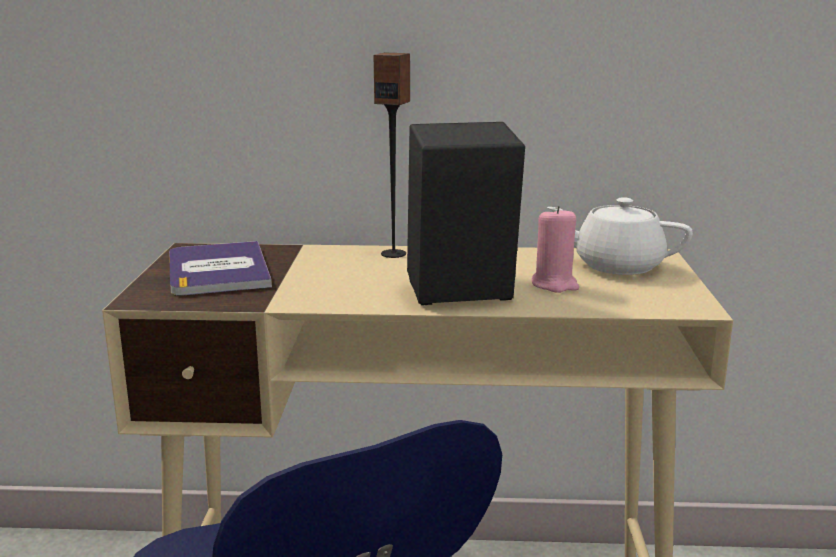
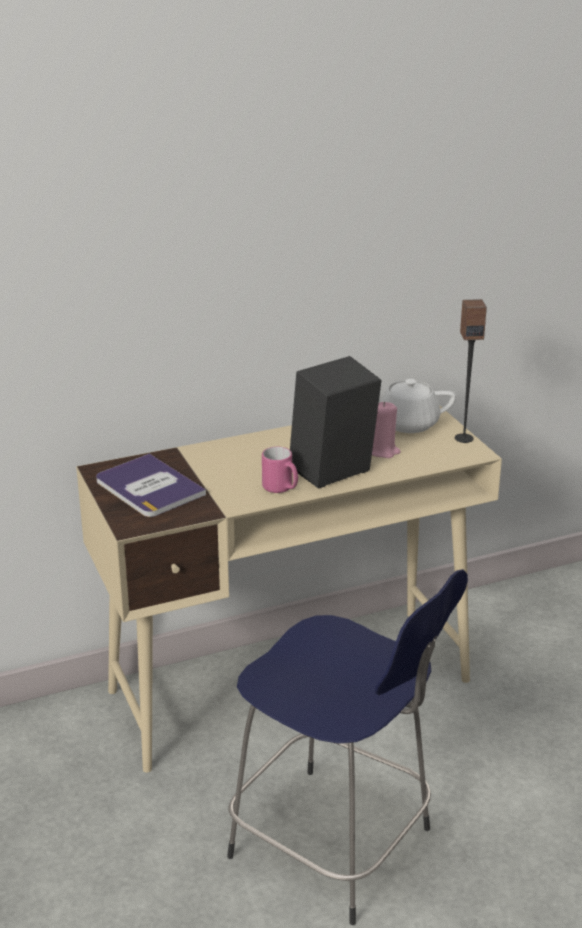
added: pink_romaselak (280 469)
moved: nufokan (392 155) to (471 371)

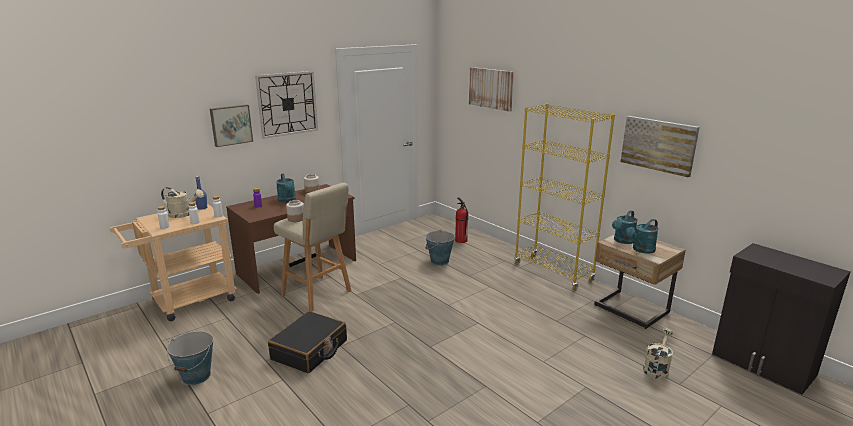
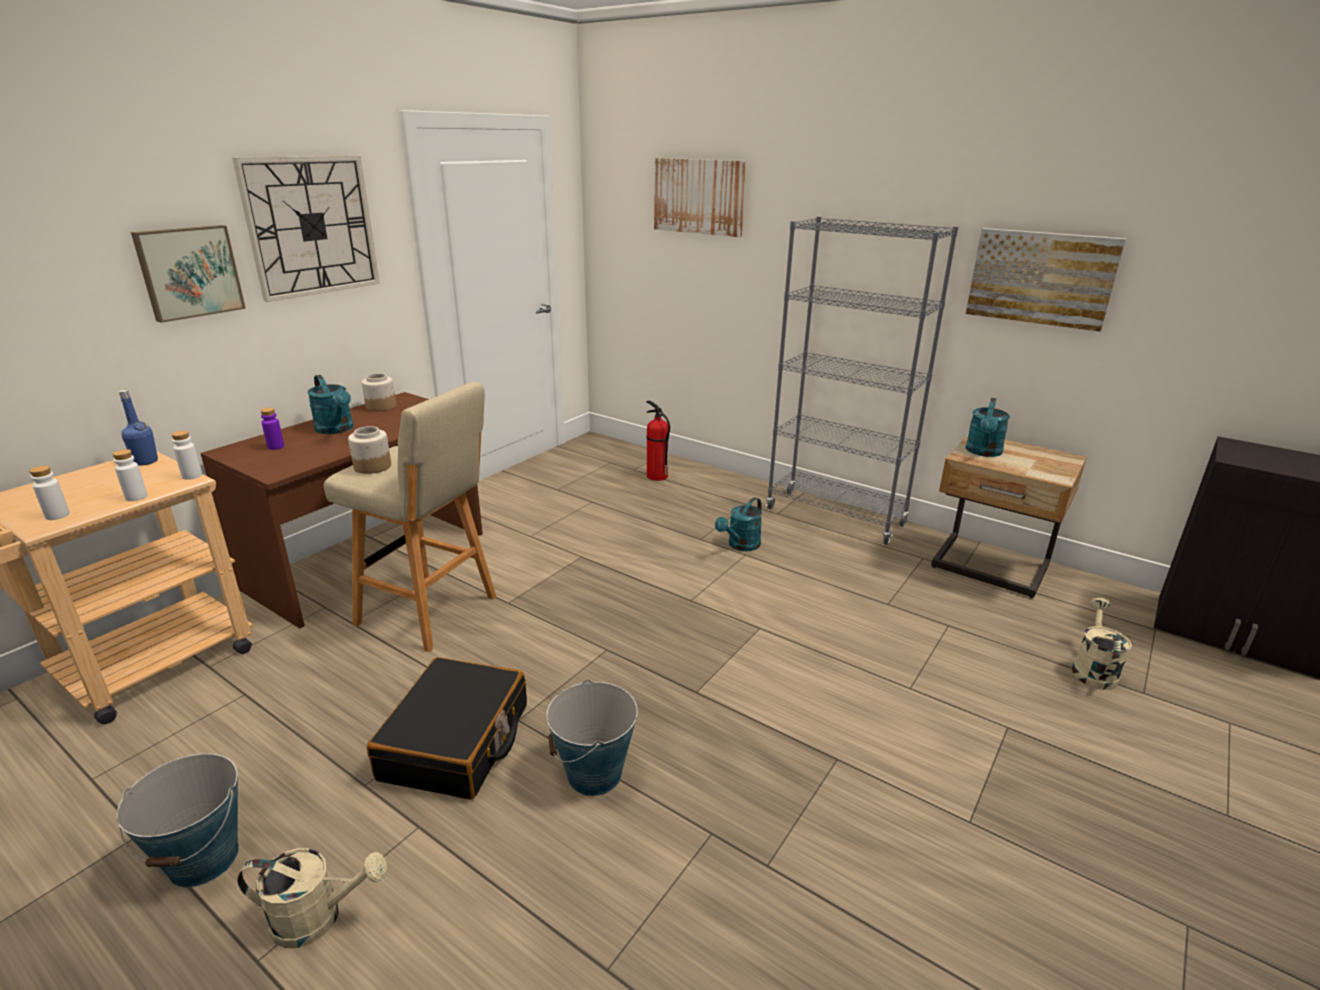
moved: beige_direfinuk (182 202) to (312 898); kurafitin (440 247) to (592 737); turquoise_direfinuk (642 236) to (738 524)
recoloured: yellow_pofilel (564 197) to grey_pofilel (862 380)

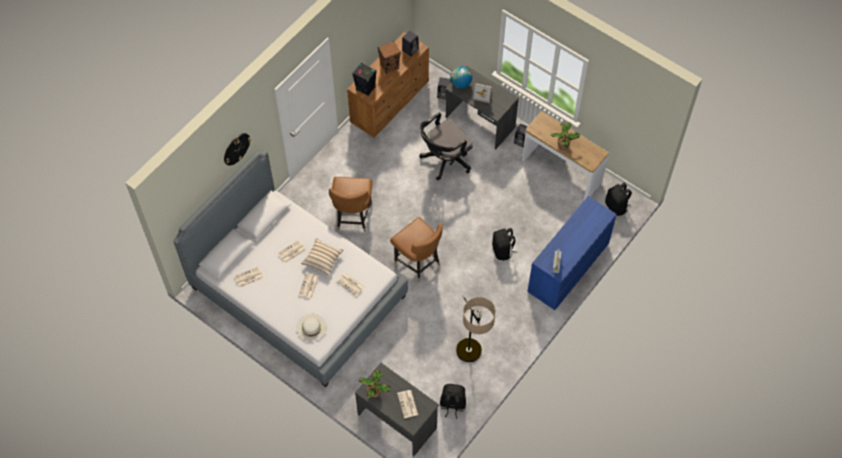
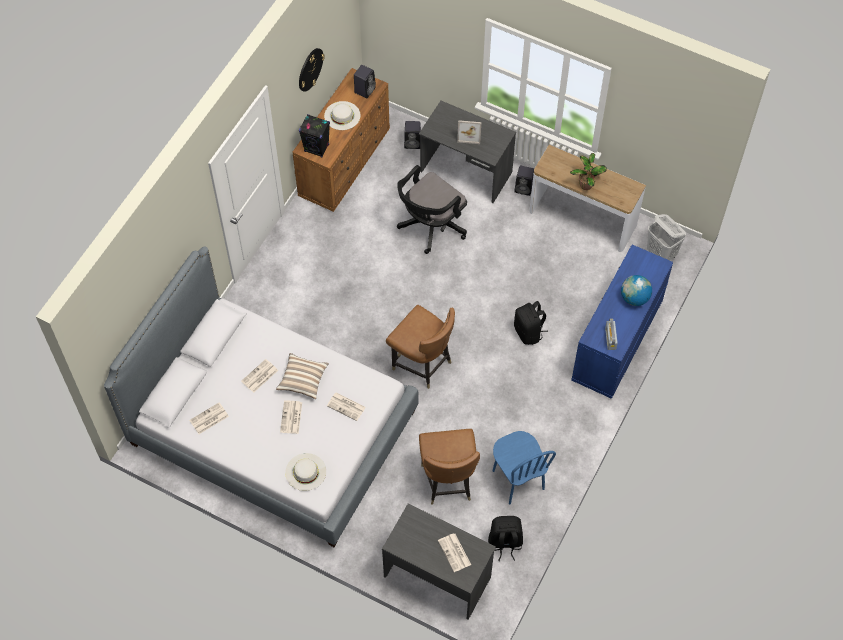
removed: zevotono (375 384)
moved: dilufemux (237 149) to (312 70); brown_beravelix (350 204) to (449 467); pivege (461 77) to (636 290)
replaced: brown_nufokan (389 57) to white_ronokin (342 115); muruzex (476 328) to blue_beravelix (524 468); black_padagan (618 199) to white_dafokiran (666 237)

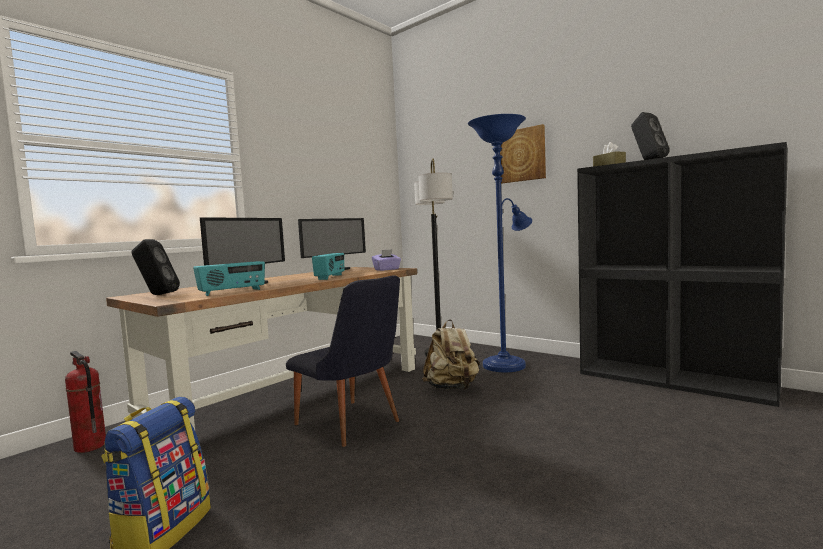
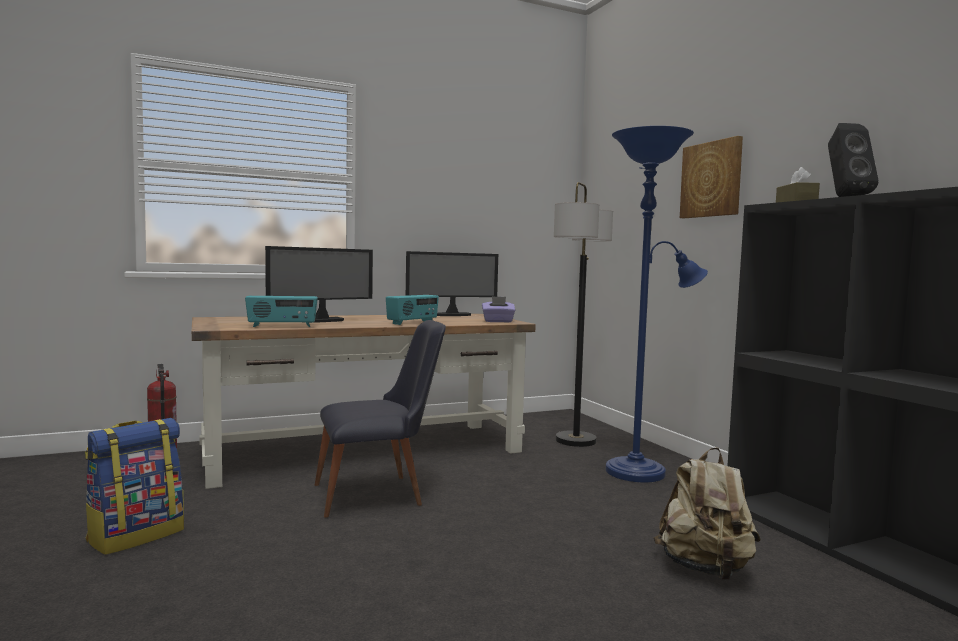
removed: black_nufokan (156 267)
moved: beige_padagan (450 355) to (707 513)
turned: black_beravelix (343 361) = (380 419) 90 degrees counterclockwise

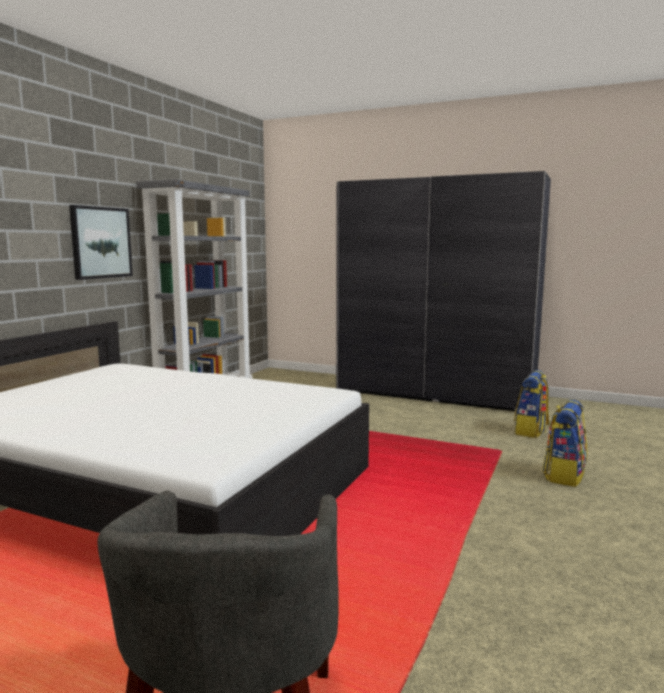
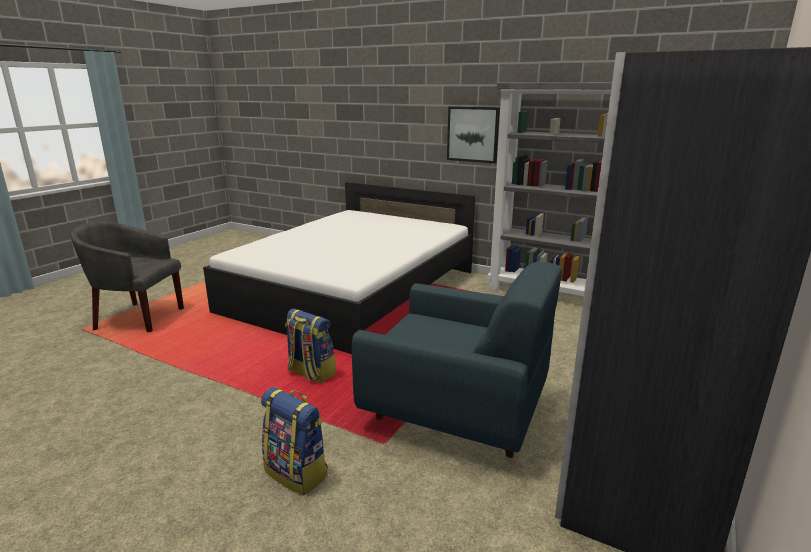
added: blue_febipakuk (457 360)
moved: padagan (531 404) to (310 346)

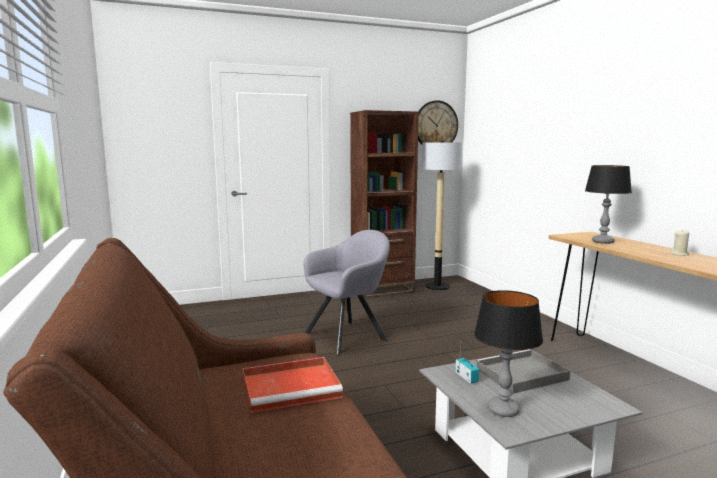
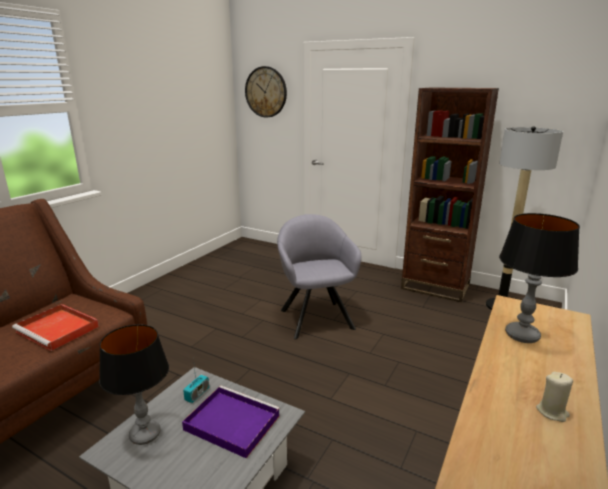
moved: dilufemux (438 122) to (266 92)
recoloured: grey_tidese (523 371) to purple_tidese (231 422)
turned: grey_febipakuk (346 292) = (319 276) 120 degrees counterclockwise

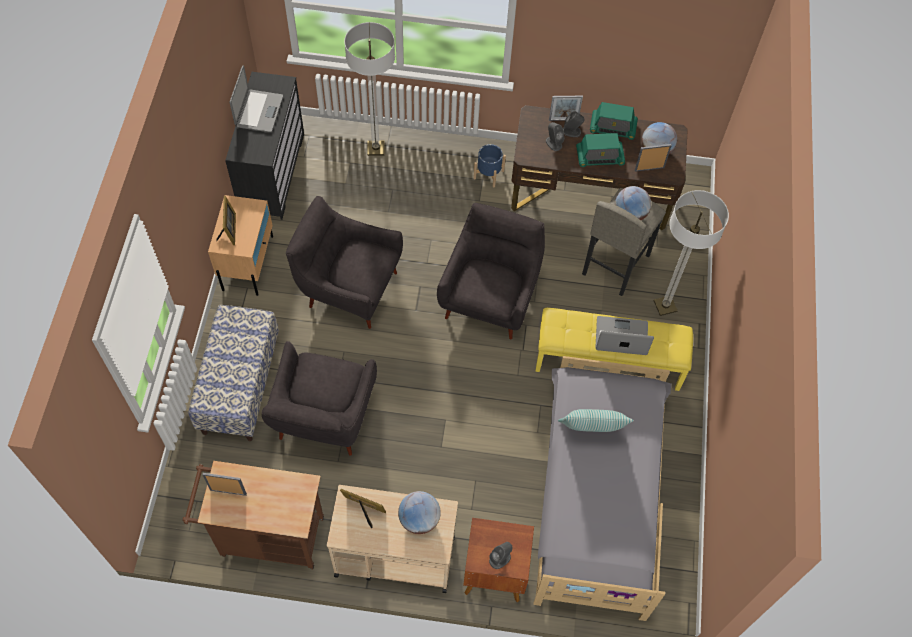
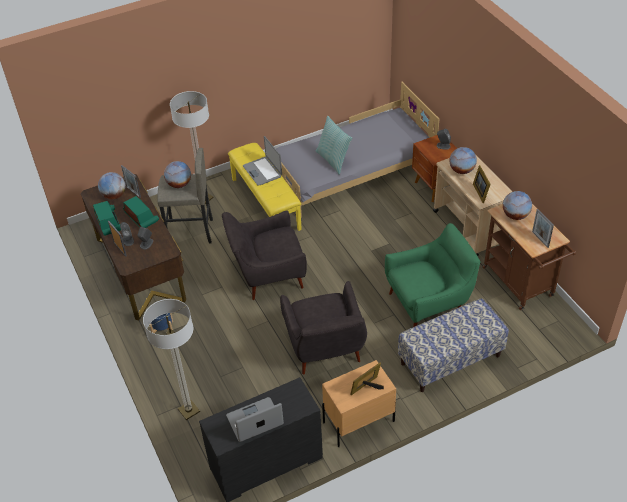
added: pivege (517 205)
recoloured: grey_febipakuk (319 398) to green_febipakuk (433 275)

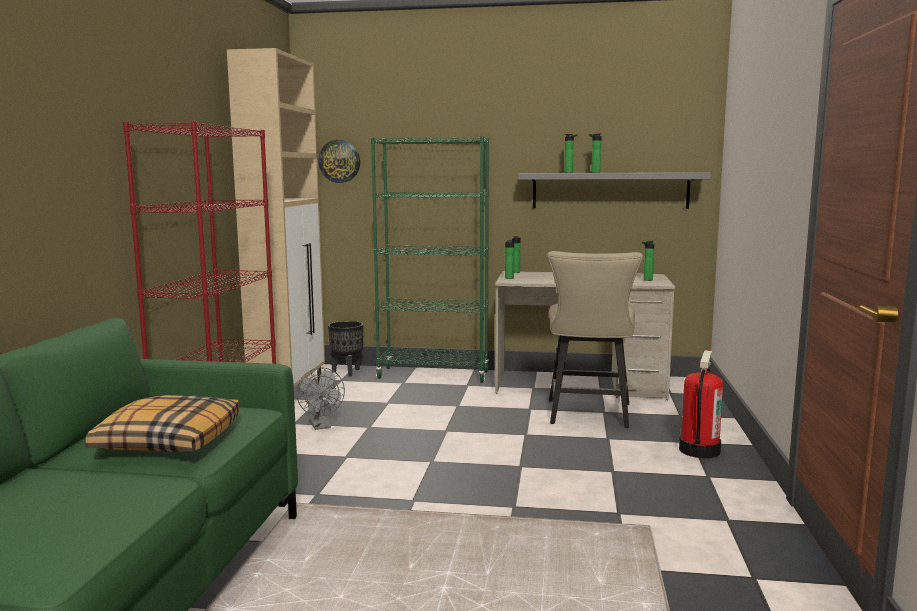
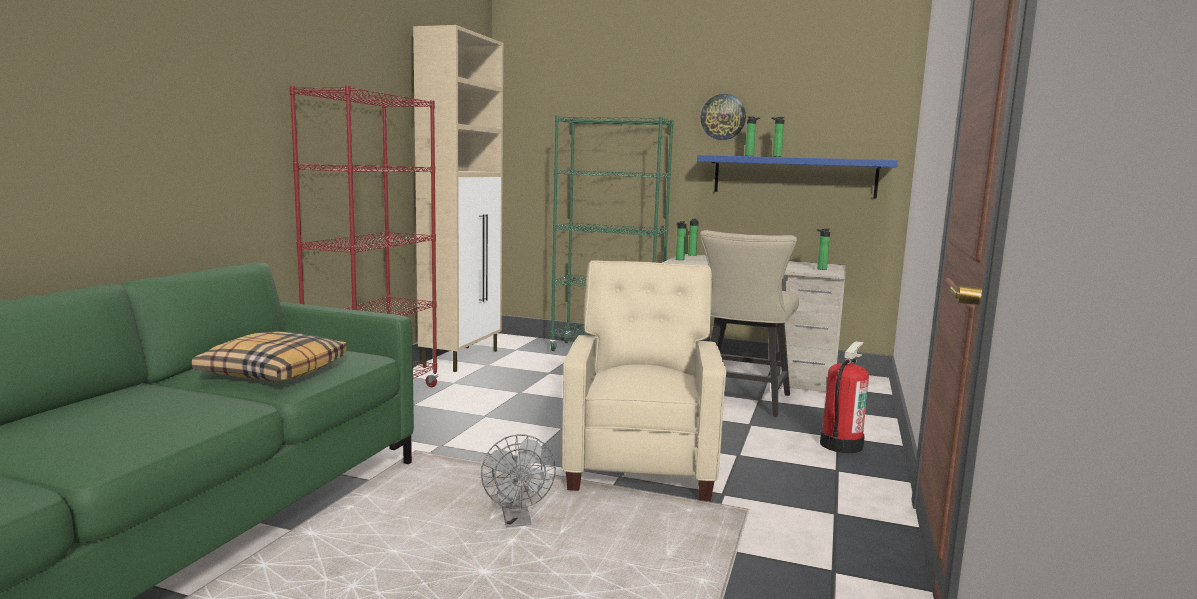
removed: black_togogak (345 349)
added: beige_febipakuk (644 380)
moved: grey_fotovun (320 399) to (518 480); dilufemux (339 161) to (723 117)
recoloured: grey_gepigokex (614 190) to blue_gepigokex (797 176)

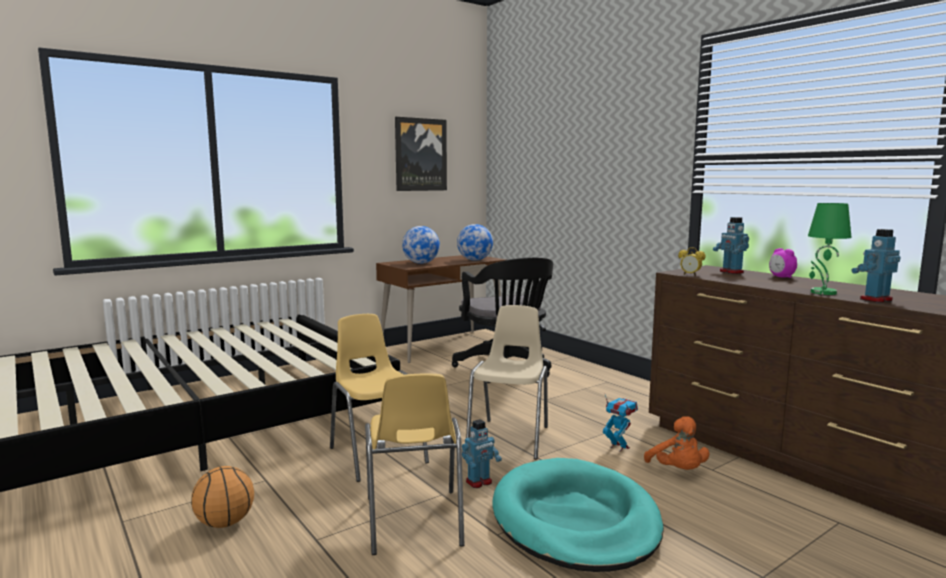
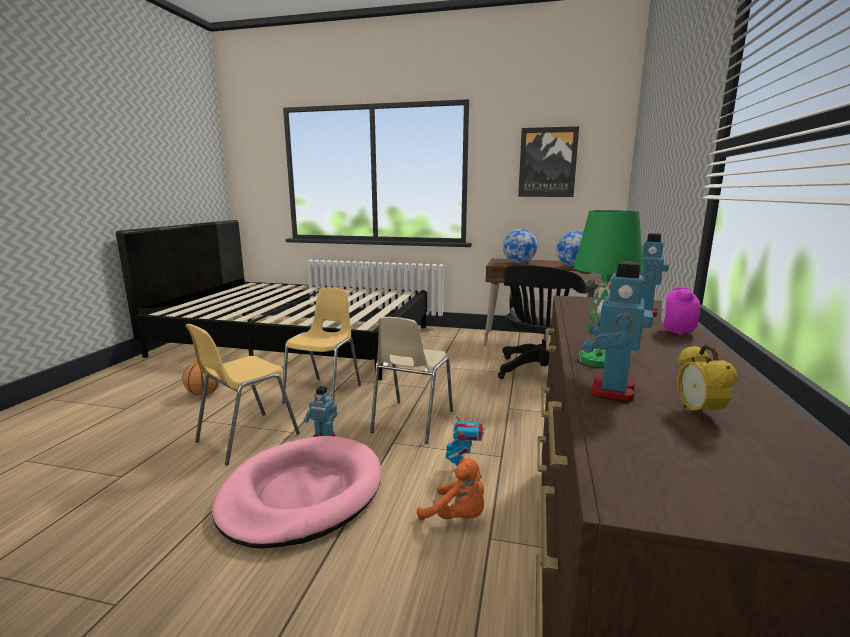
moved: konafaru (692 261) to (707 382)
recoloured: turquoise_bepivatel (578 515) to pink_bepivatel (296 492)
turned: beige_beravelix (507 382) = (411 380) 135 degrees clockwise; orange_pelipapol (676 443) = (450 489) 90 degrees counterclockwise; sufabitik (875 266) = (618 332) 90 degrees counterclockwise

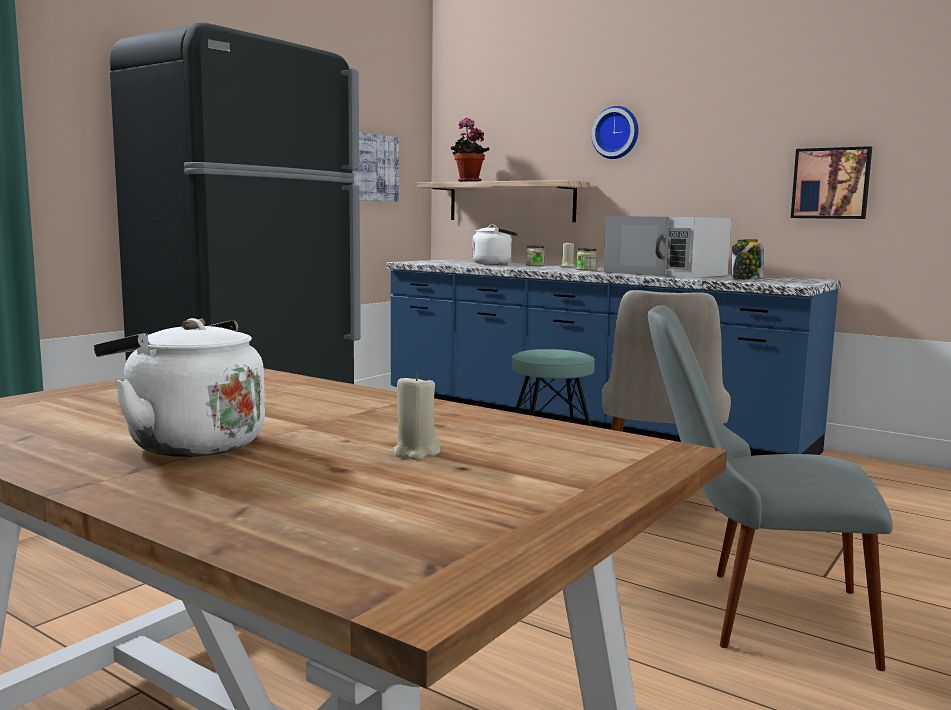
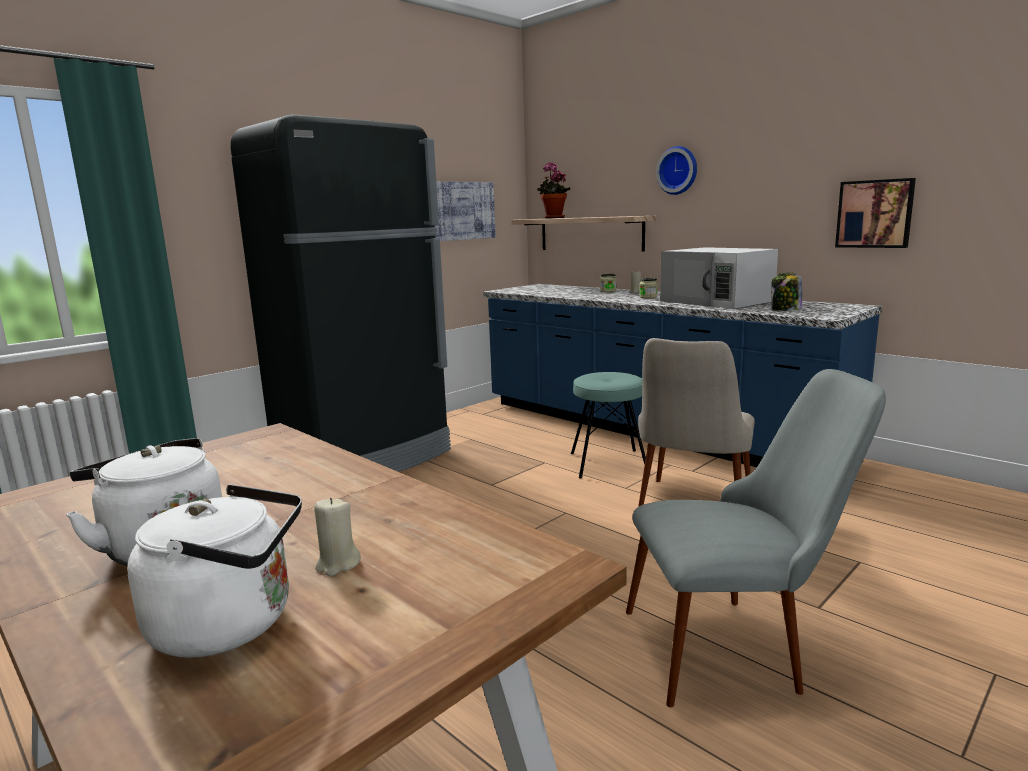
moved: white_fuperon (494 244) to (214 571)
turned: grey_beravelix (770 488) = (756 538) 150 degrees clockwise

